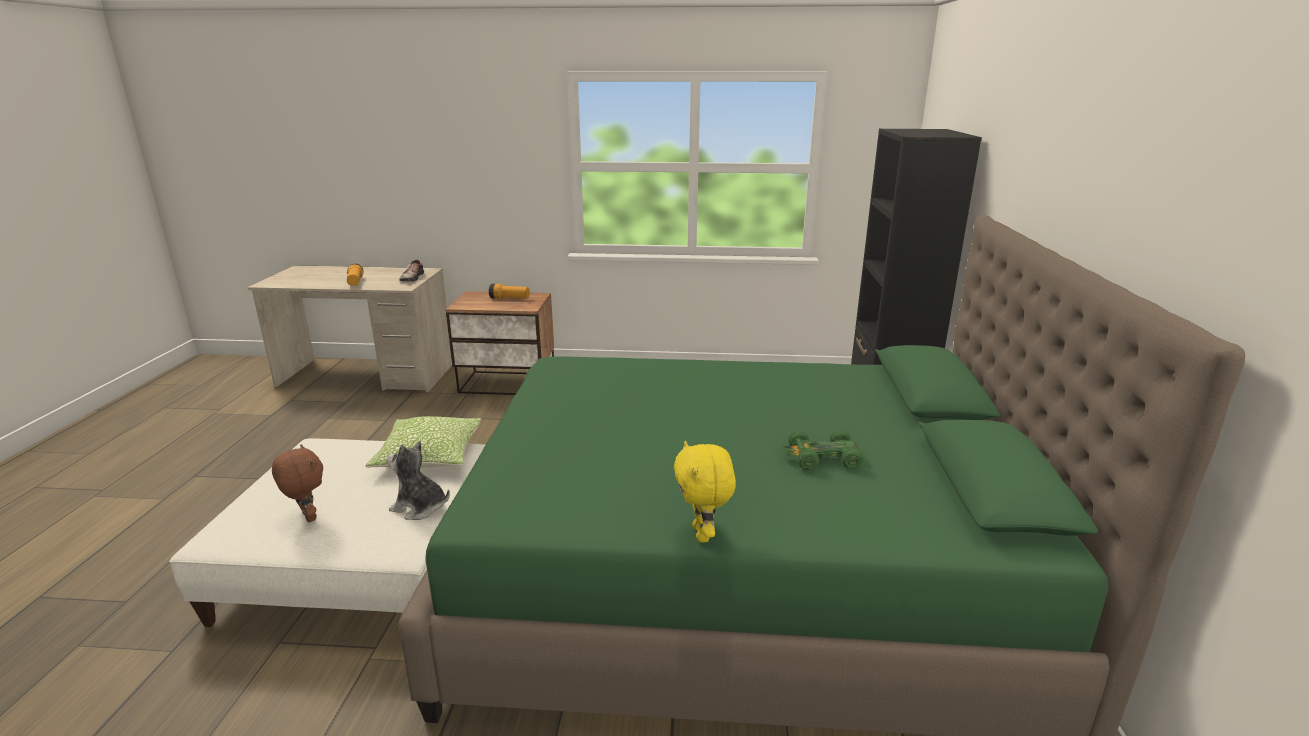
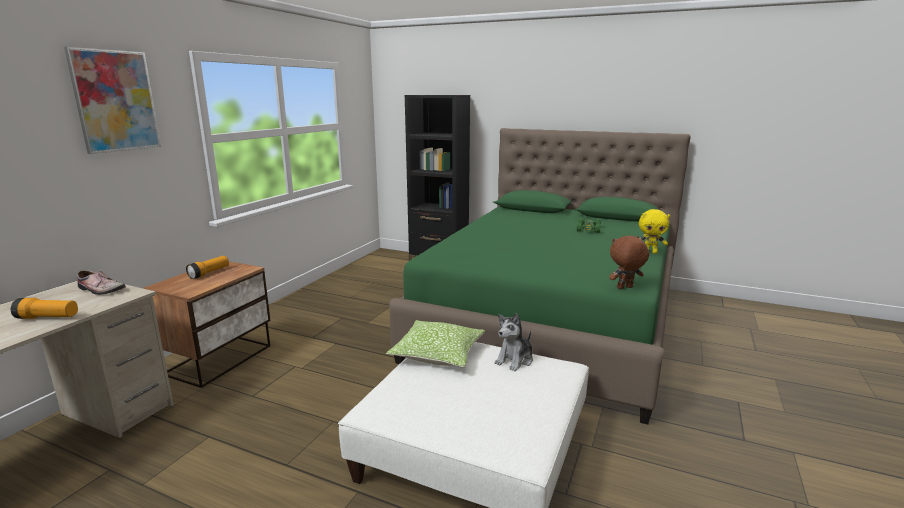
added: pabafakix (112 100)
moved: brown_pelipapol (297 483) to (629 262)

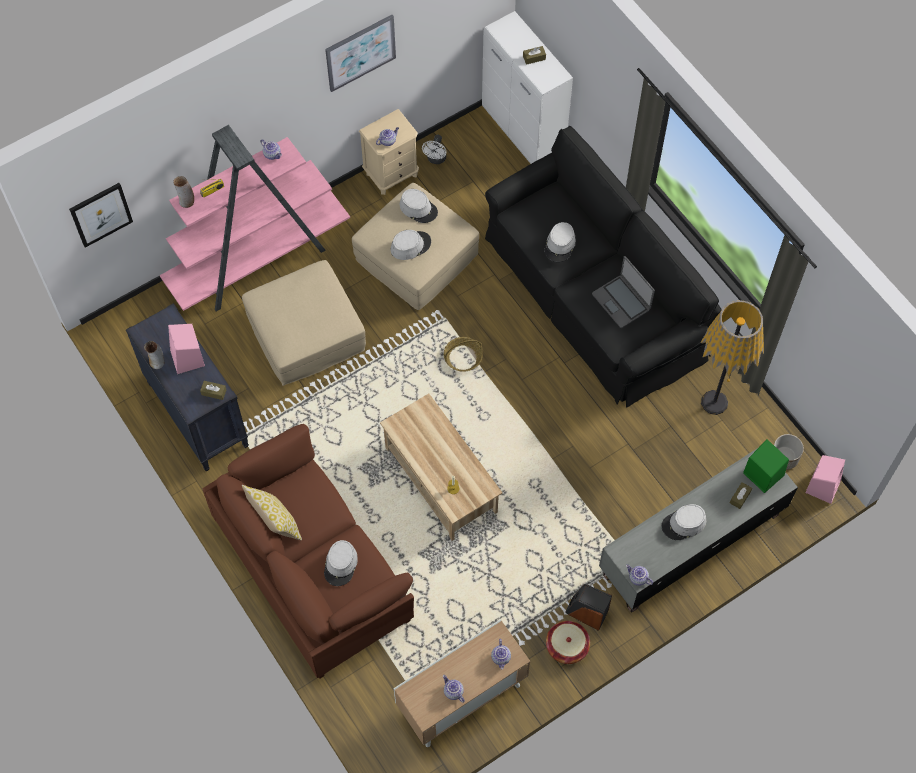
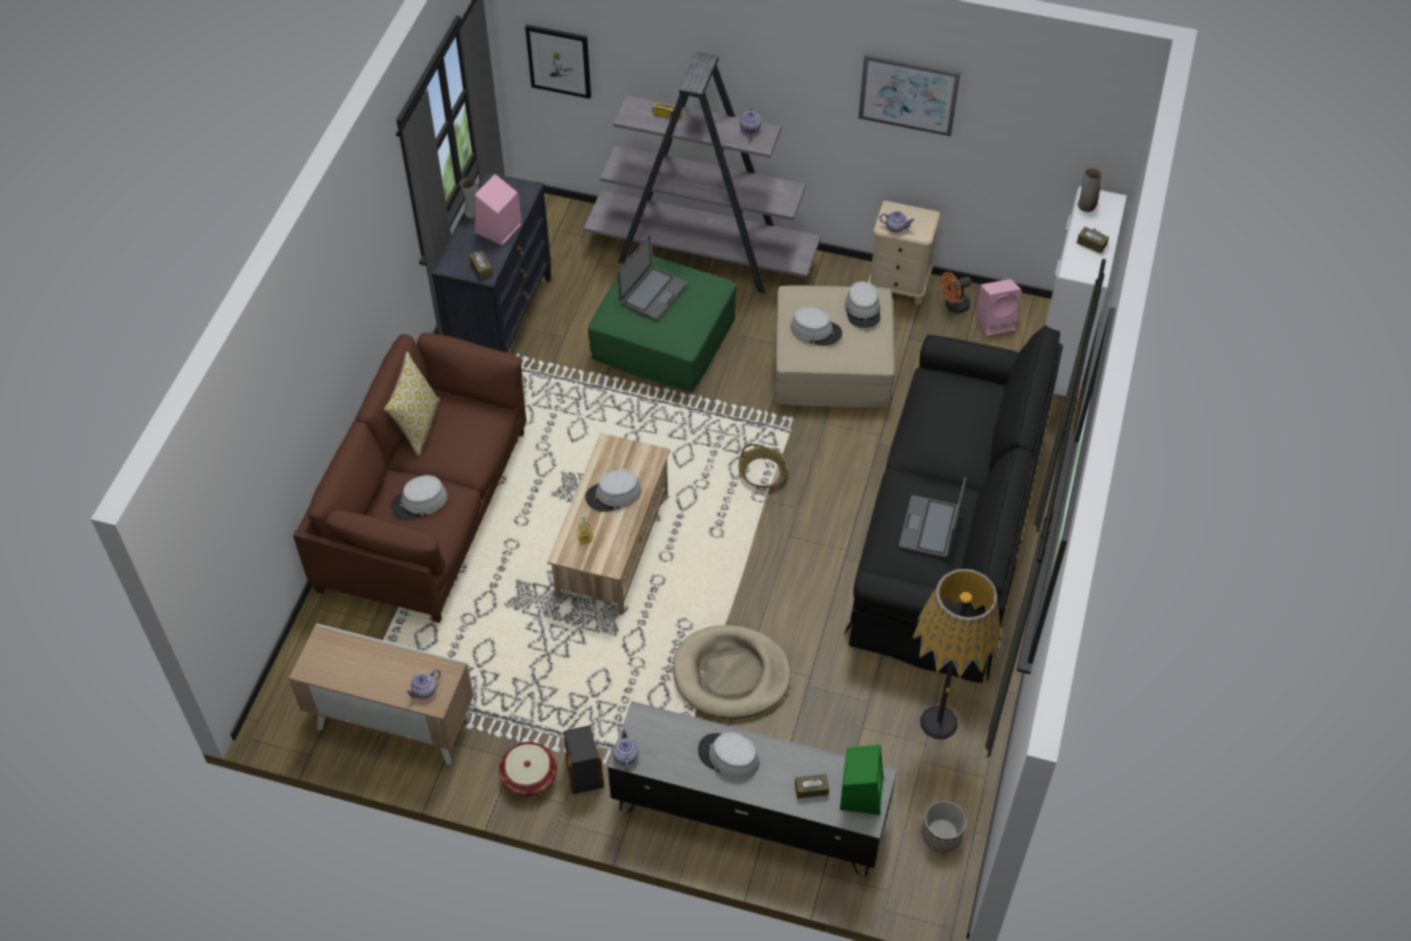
removed: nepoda (454 689)
added: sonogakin (652 278); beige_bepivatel (732 672)
moved: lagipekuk (183 192) to (1089 190); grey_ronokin (560 242) to (613 490); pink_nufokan (825 479) to (999 307)
recoloured: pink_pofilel (255 218) to grey_pofilel (702 172); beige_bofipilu (304 323) to green_bofipilu (662 323); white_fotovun (434 149) to orange_fotovun (956 292)

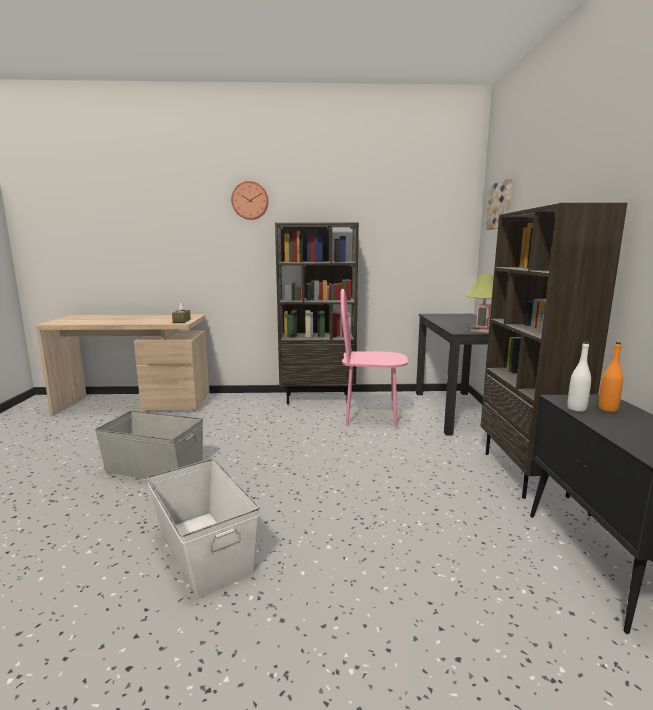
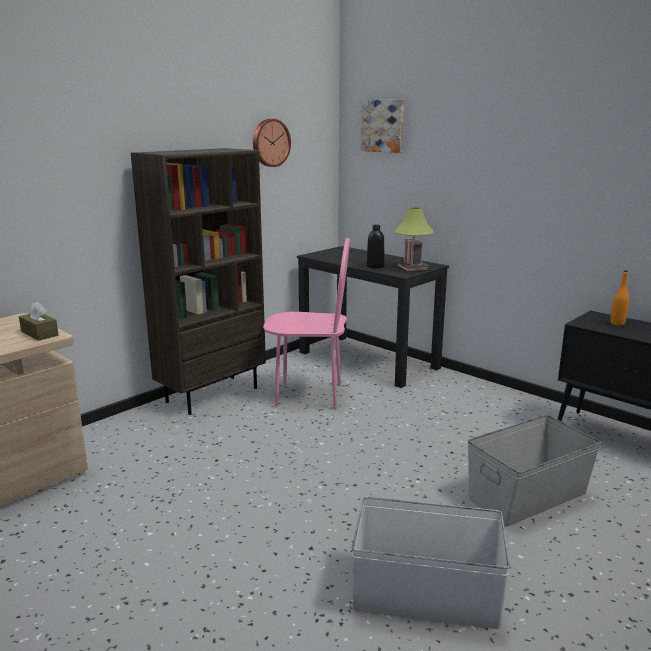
removed: brown_pofilel (554 351); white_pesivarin (579 377)
added: black_pesivarin (375 246)
moved: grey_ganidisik (149 445) to (534 471); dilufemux (250 200) to (272 143)
turned: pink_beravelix (374 358) = (306 324) 135 degrees counterclockwise

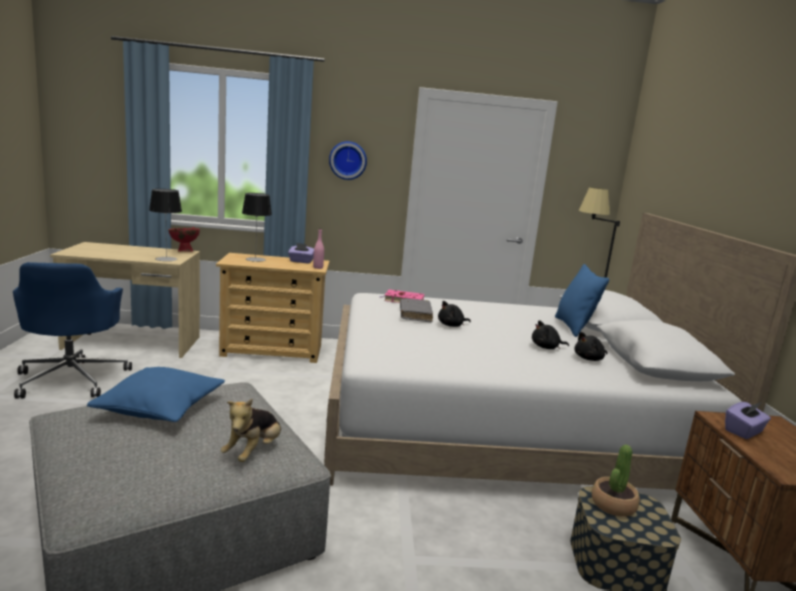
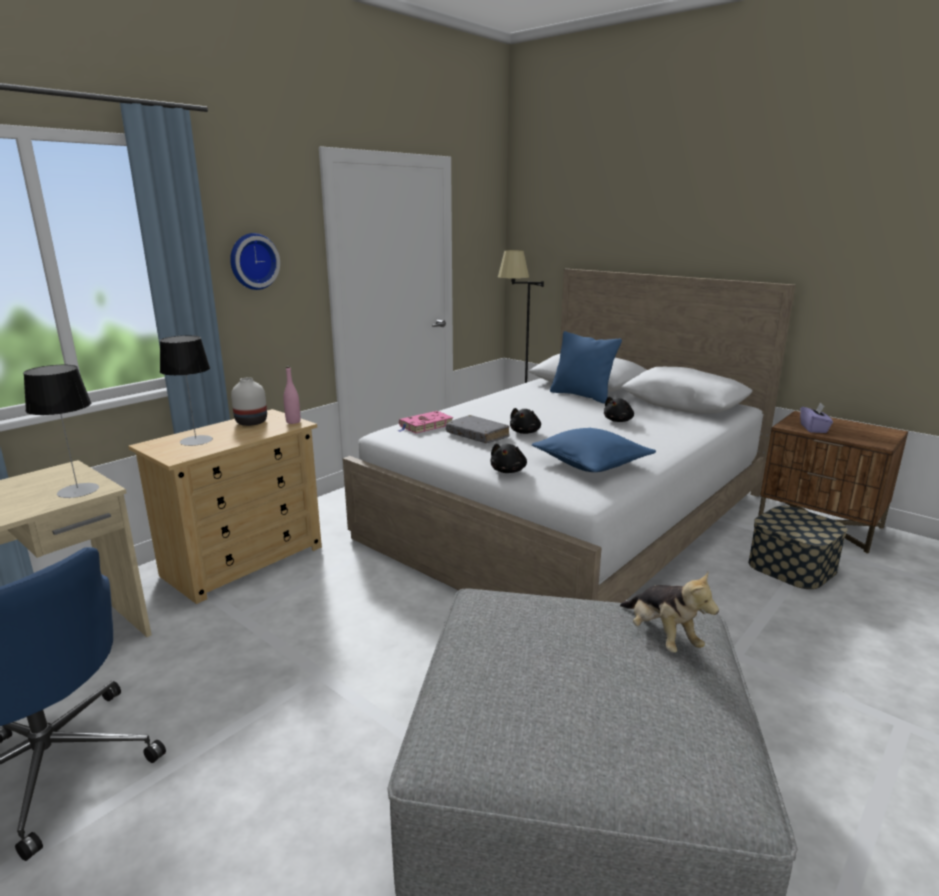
removed: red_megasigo (184 239); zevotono (615 481)
moved: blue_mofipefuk (156 394) to (594 450); black_pelipapol (591 346) to (508 458)
replaced: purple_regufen (301 253) to white_lagipekuk (249 402)

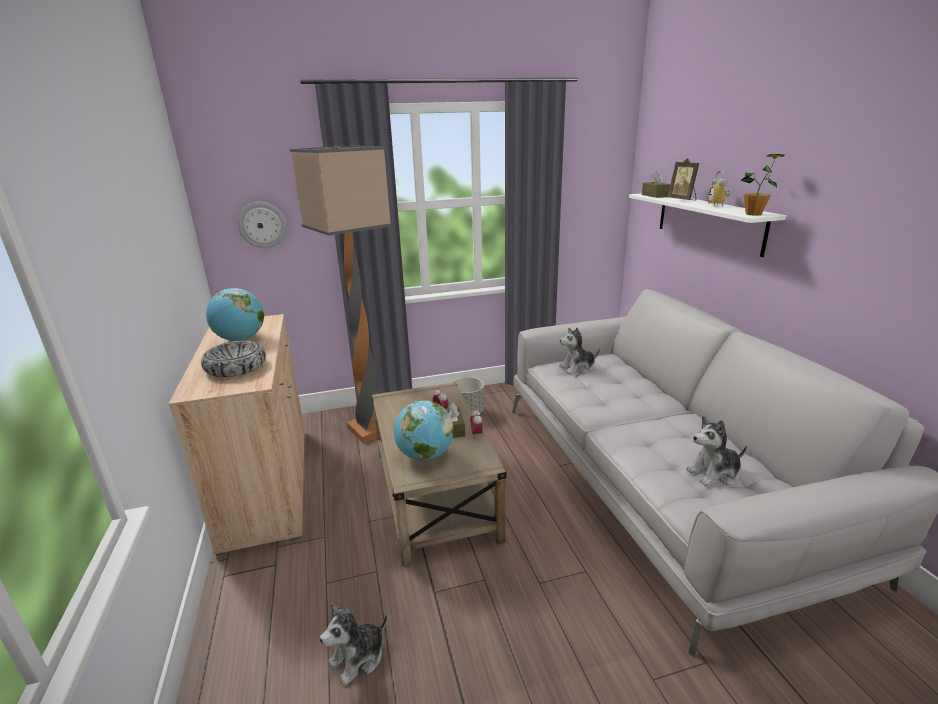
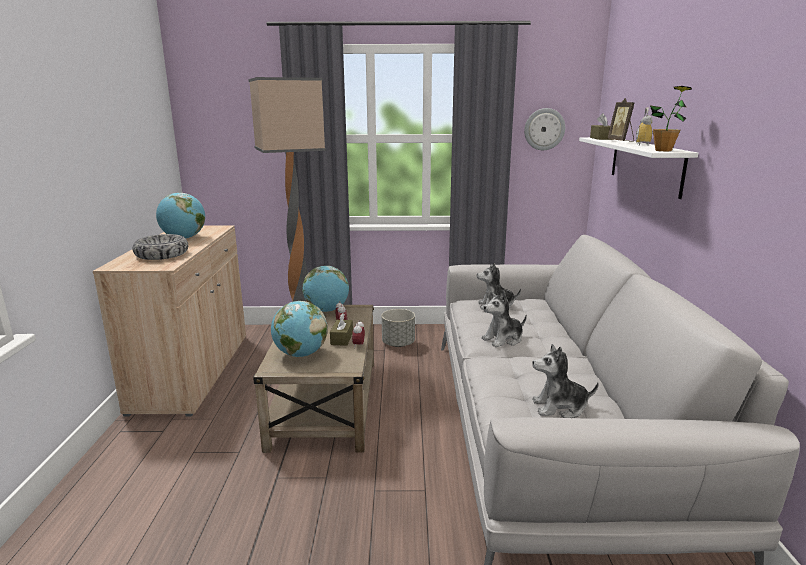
added: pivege (325 289)
moved: dilufemux (262 225) to (544 129); pelipapol (353 644) to (504 319)

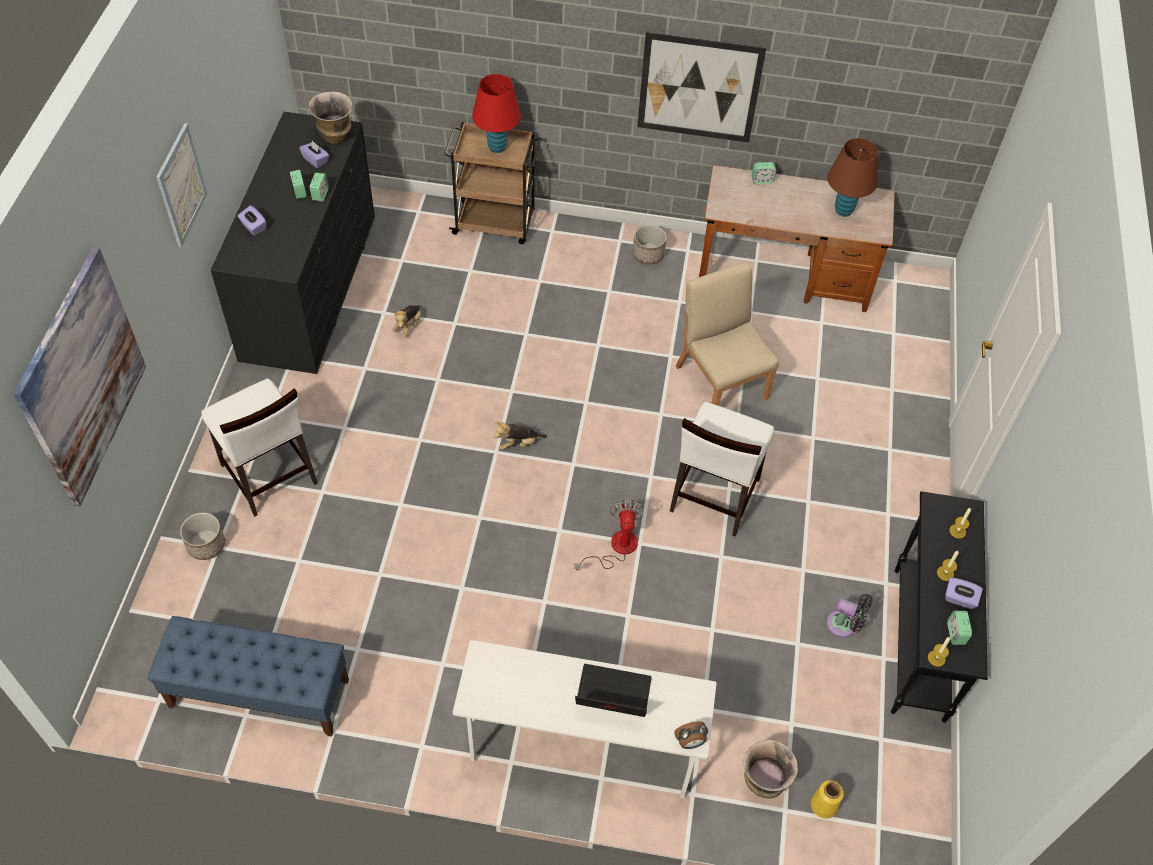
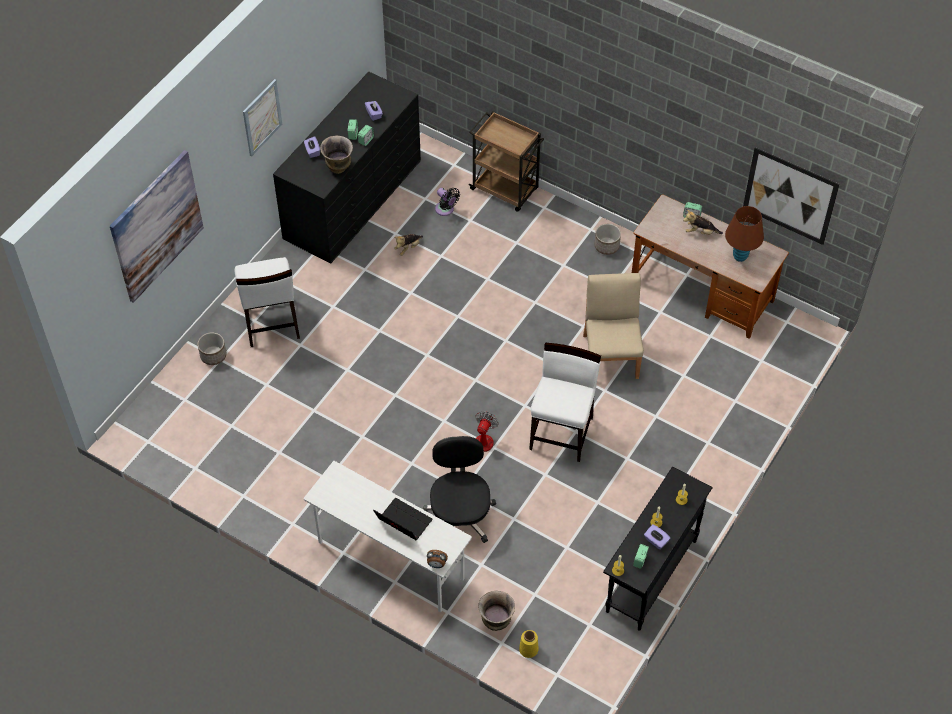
removed: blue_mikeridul (248 676); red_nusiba (496 113)
added: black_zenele (459 489)
moved: lagipekuk (330 117) to (336 155); pelipapol (520 436) to (703 222); pabafakix (701 87) to (791 196); black_fotovun (850 615) to (447 202)
turned: white_beravelix (722 469) = (565 402) 150 degrees clockwise

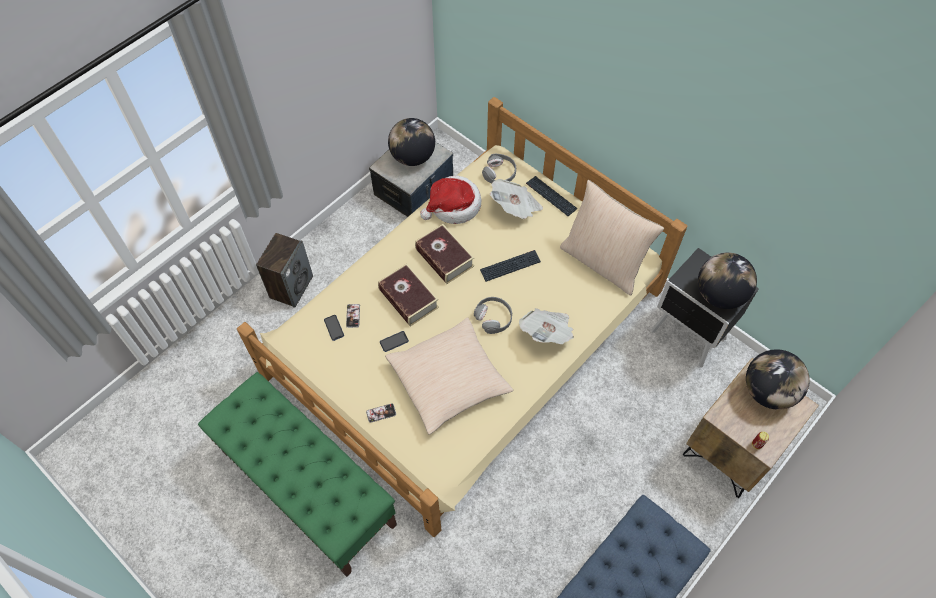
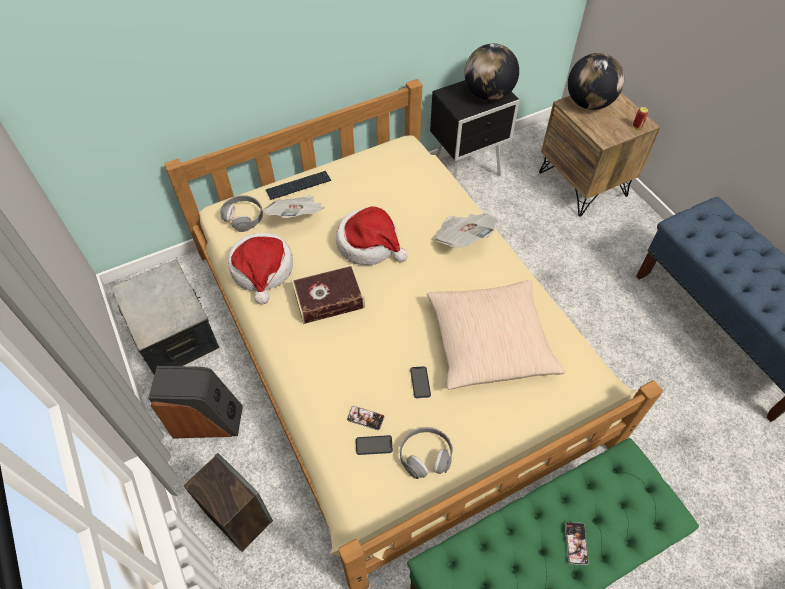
removed: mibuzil (408 295); pivege (411 142); beige_mofipefuk (612 237)
added: nufokan (195 402)
moved: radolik (381 413) to (577 543); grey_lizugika (493 315) to (426 453)
replaced: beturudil (510 266) to ronokin (372 235)

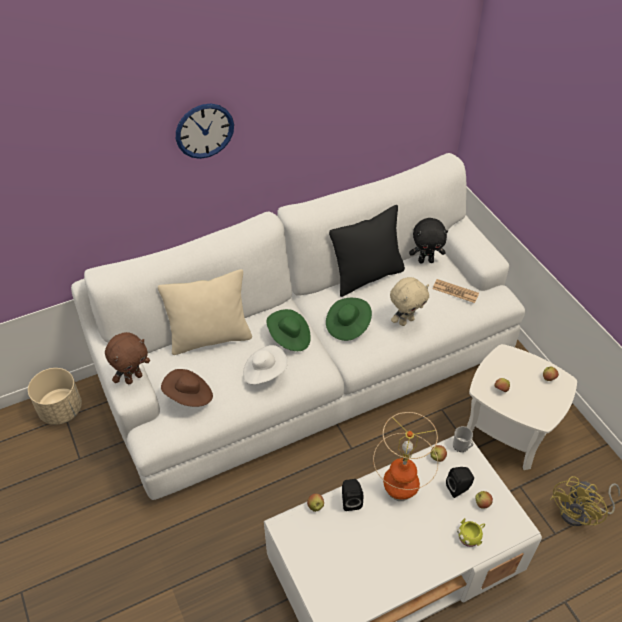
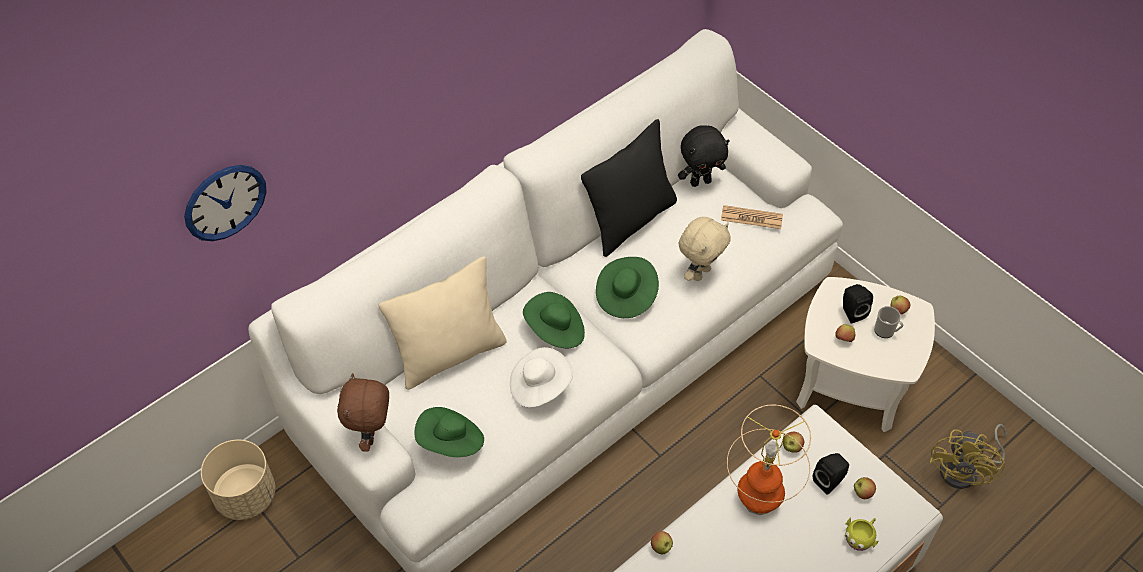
moved: dilufemux (205 131) to (225 203); black_nufokan (352 495) to (858 304); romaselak (463 439) to (889 322)
recoloured: brown_ronokin (187 388) to green_ronokin (449 432)
turned: brown_pelipapol (127 358) = (363 412) 150 degrees clockwise

